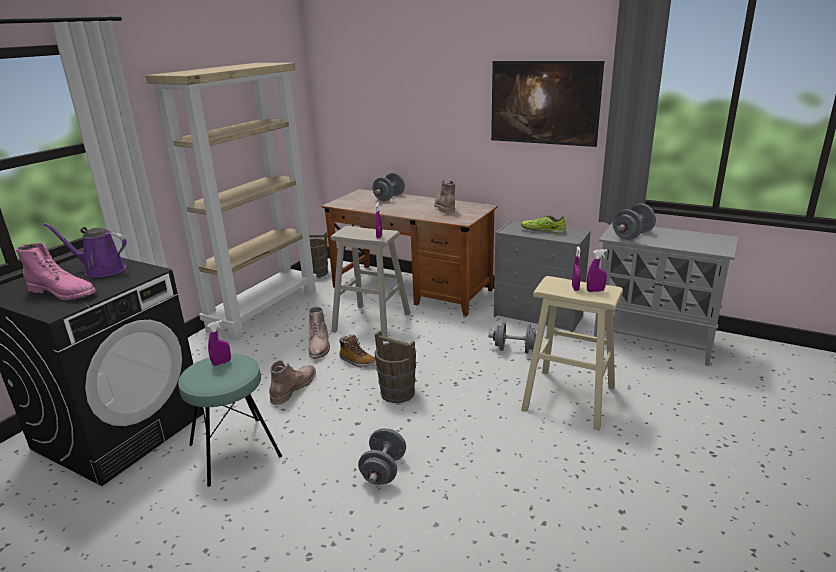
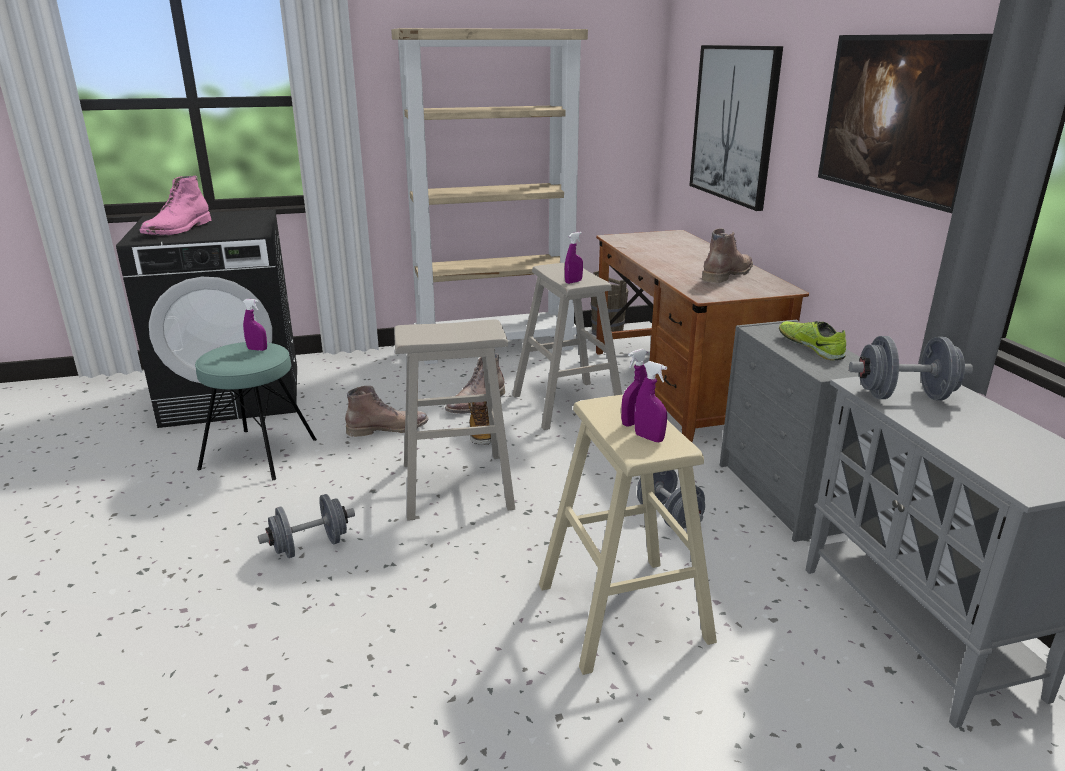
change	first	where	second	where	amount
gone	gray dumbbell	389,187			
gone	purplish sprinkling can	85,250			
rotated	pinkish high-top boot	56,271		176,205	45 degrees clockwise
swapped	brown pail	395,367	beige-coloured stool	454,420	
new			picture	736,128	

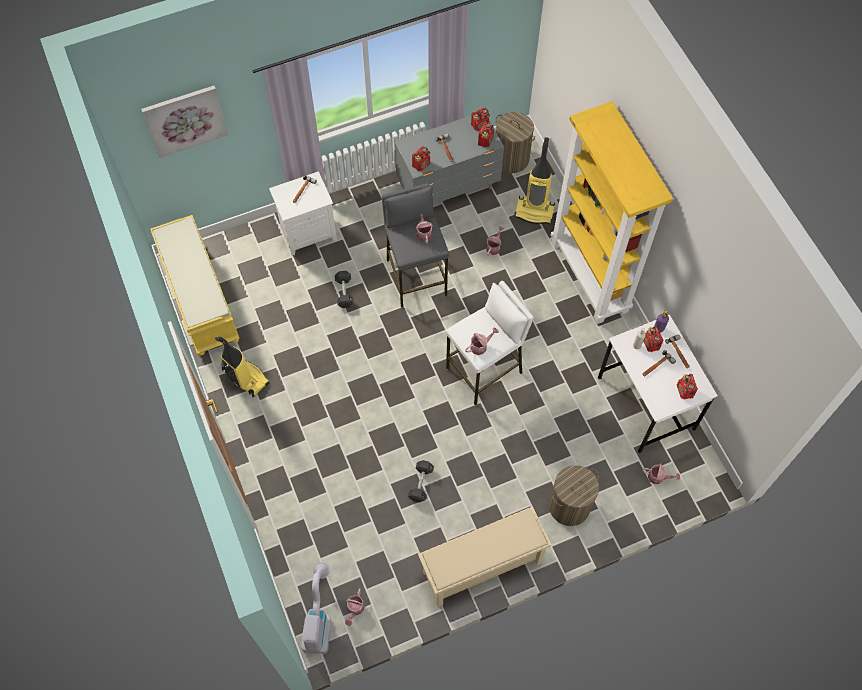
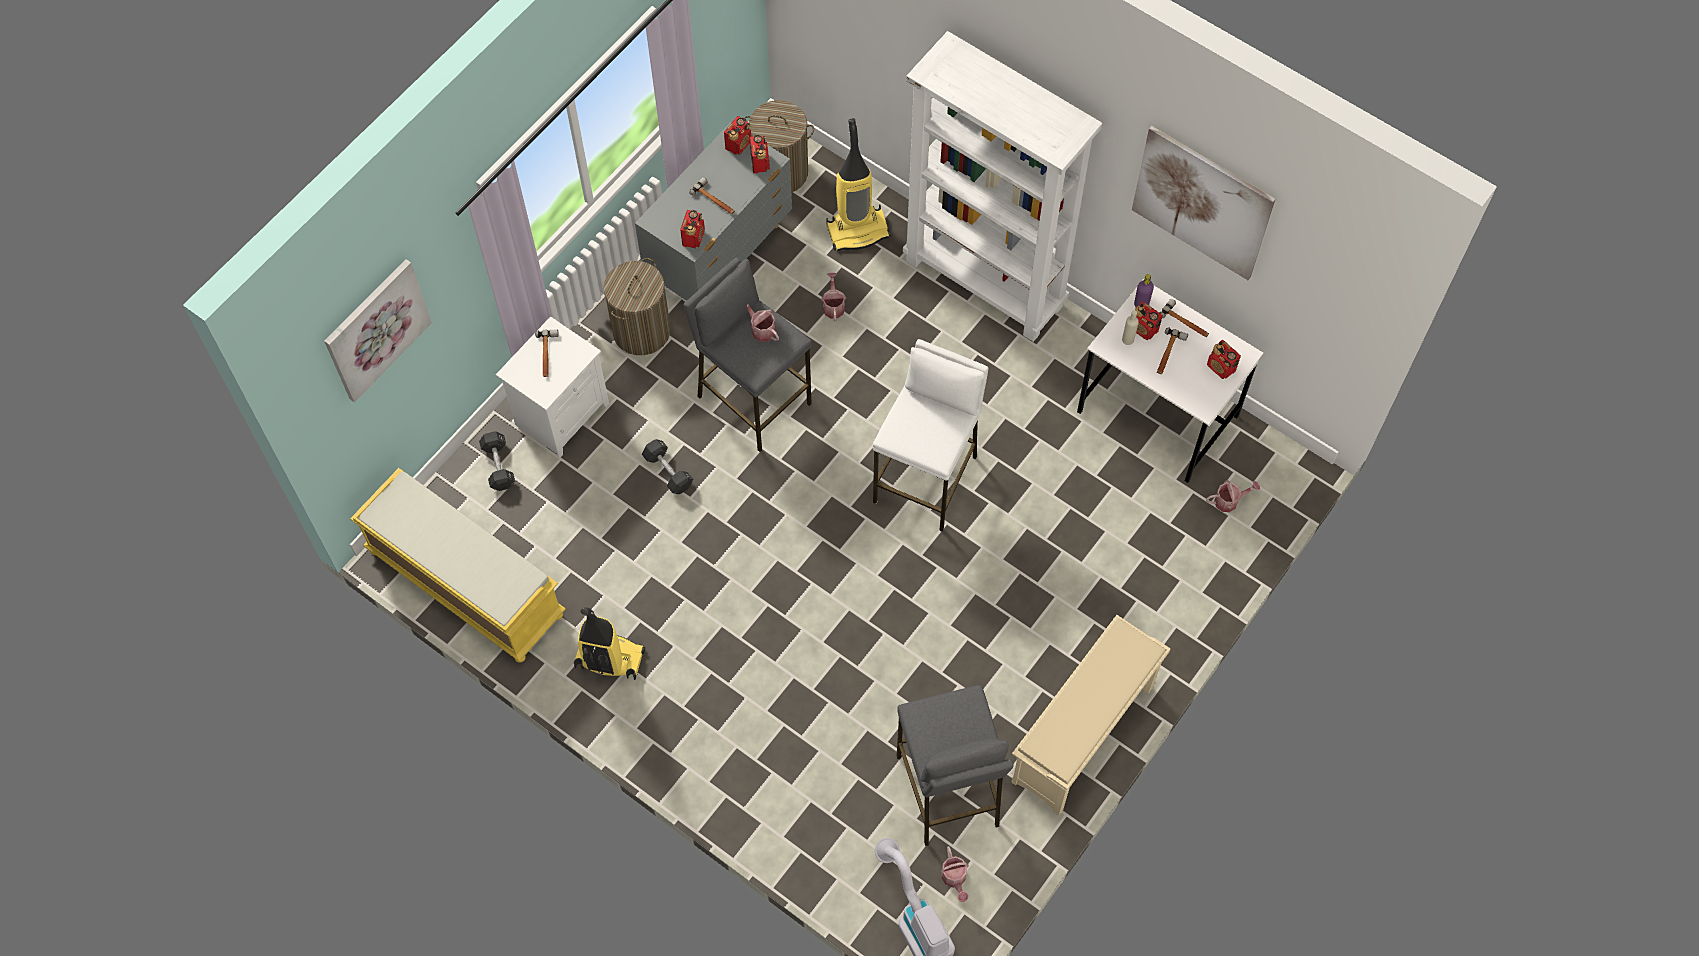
change	first	where	second	where	amount
repainted	yellowish bookshelf	612,212	whitish bookshelf	1003,186	
gone	sprinkling can	482,341			
shifted	black dumbbell	421,481		497,461	
shifted	washing basket	574,495		637,306	
new			picture	1204,203	
new			gray stool	955,765	

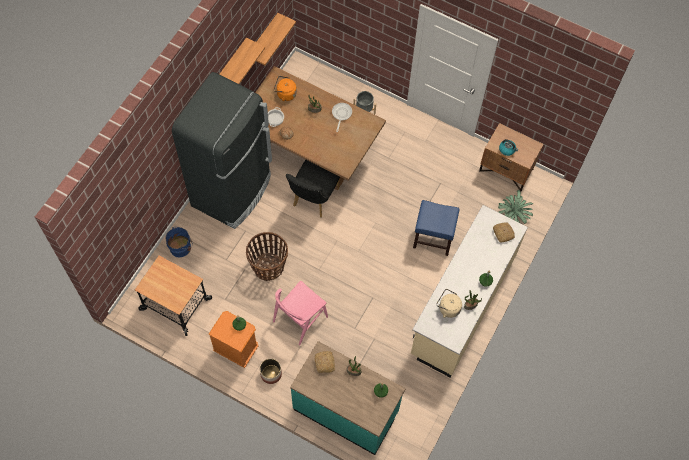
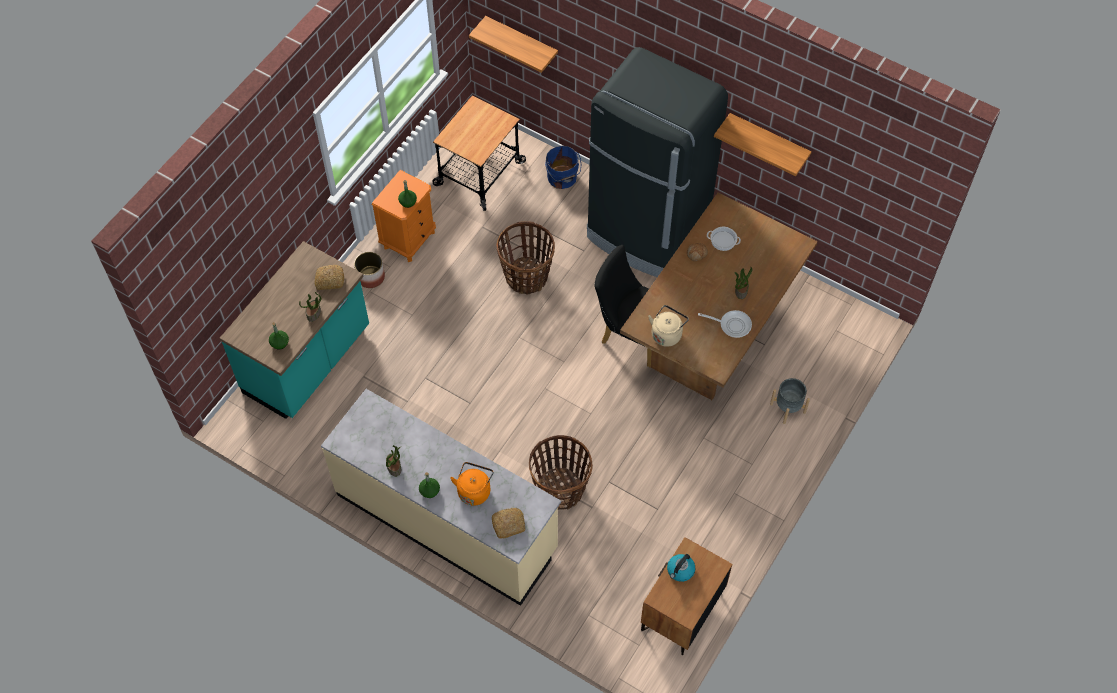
change	first	where	second	where	amount
shifted	wall shelf	276,39		513,44	
shifted	orange water kettle	285,88		472,484	
gone	houseplant	515,207			
swapped	blue stool	436,228	storage basket	561,472	
gone	pinkish upright chair	300,313			
shifted	beige-coloured water kettle	449,303		668,326	

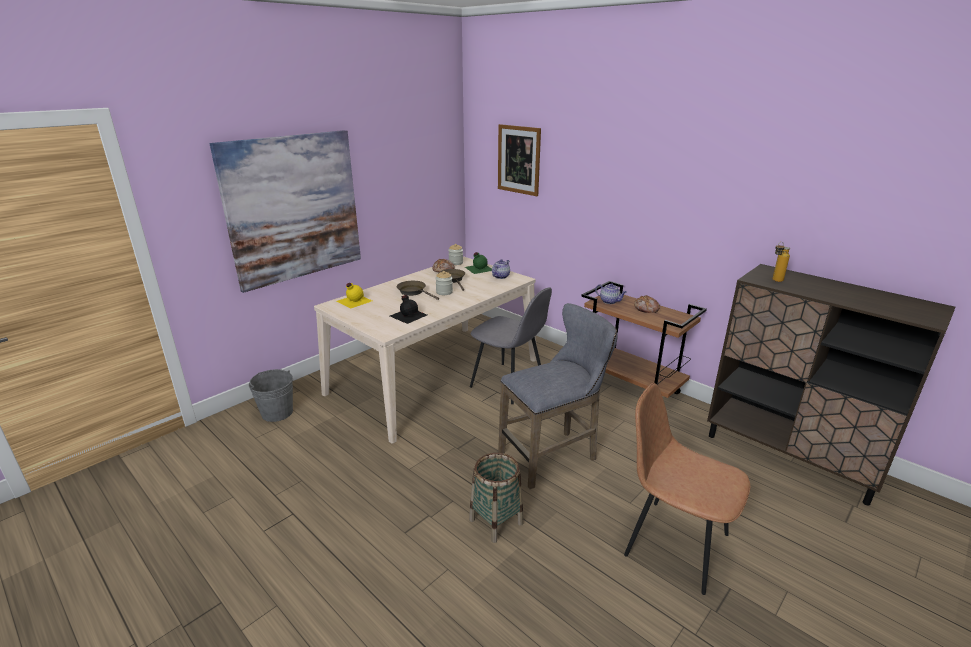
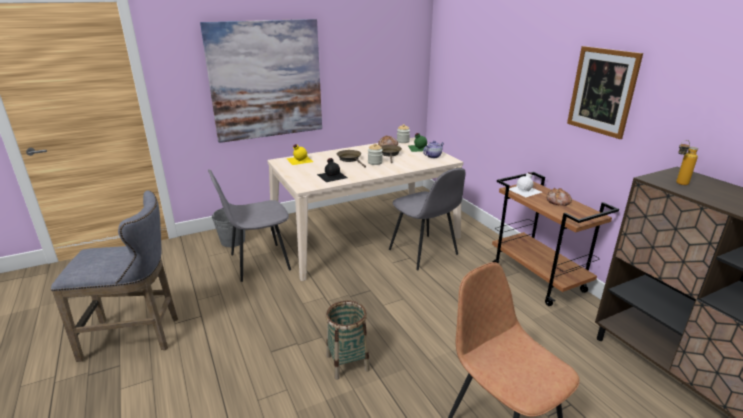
change	first	where	second	where	amount
shifted	picture	519,160		605,92	
swapped	teapot	611,294	whitish bottle	525,184	
shifted	gray stool	558,396		114,276	
new			gray upright chair	249,225	

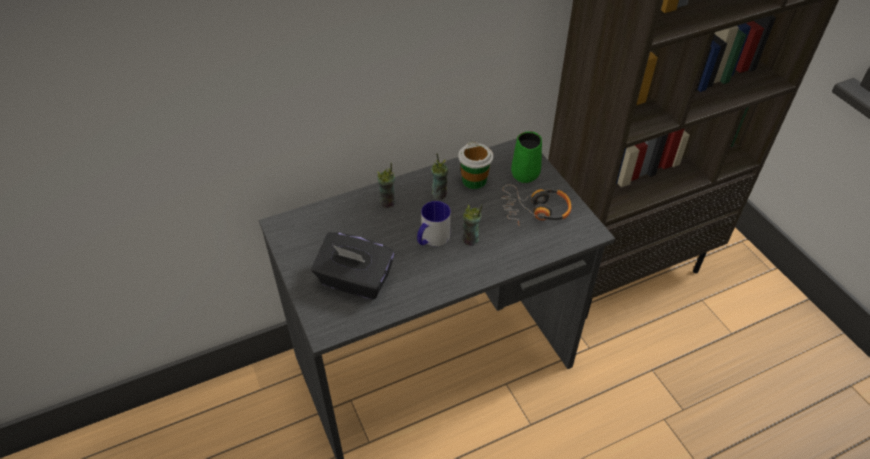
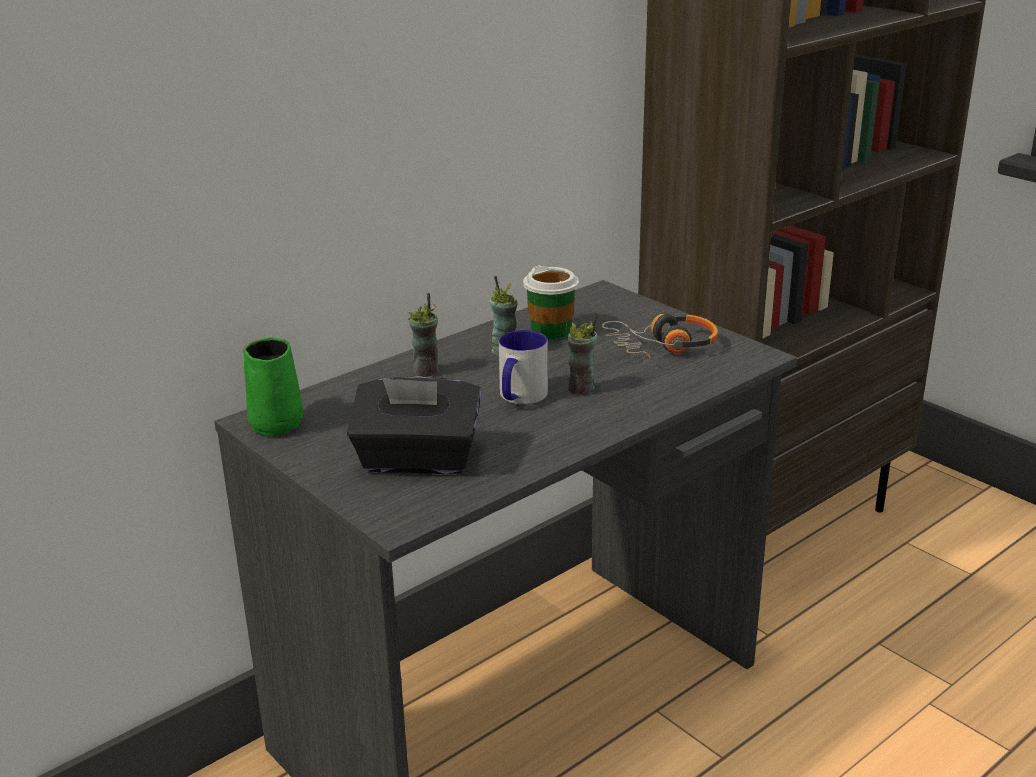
change	first	where	second	where	amount
shifted	greenish tea mug	526,157		273,387	

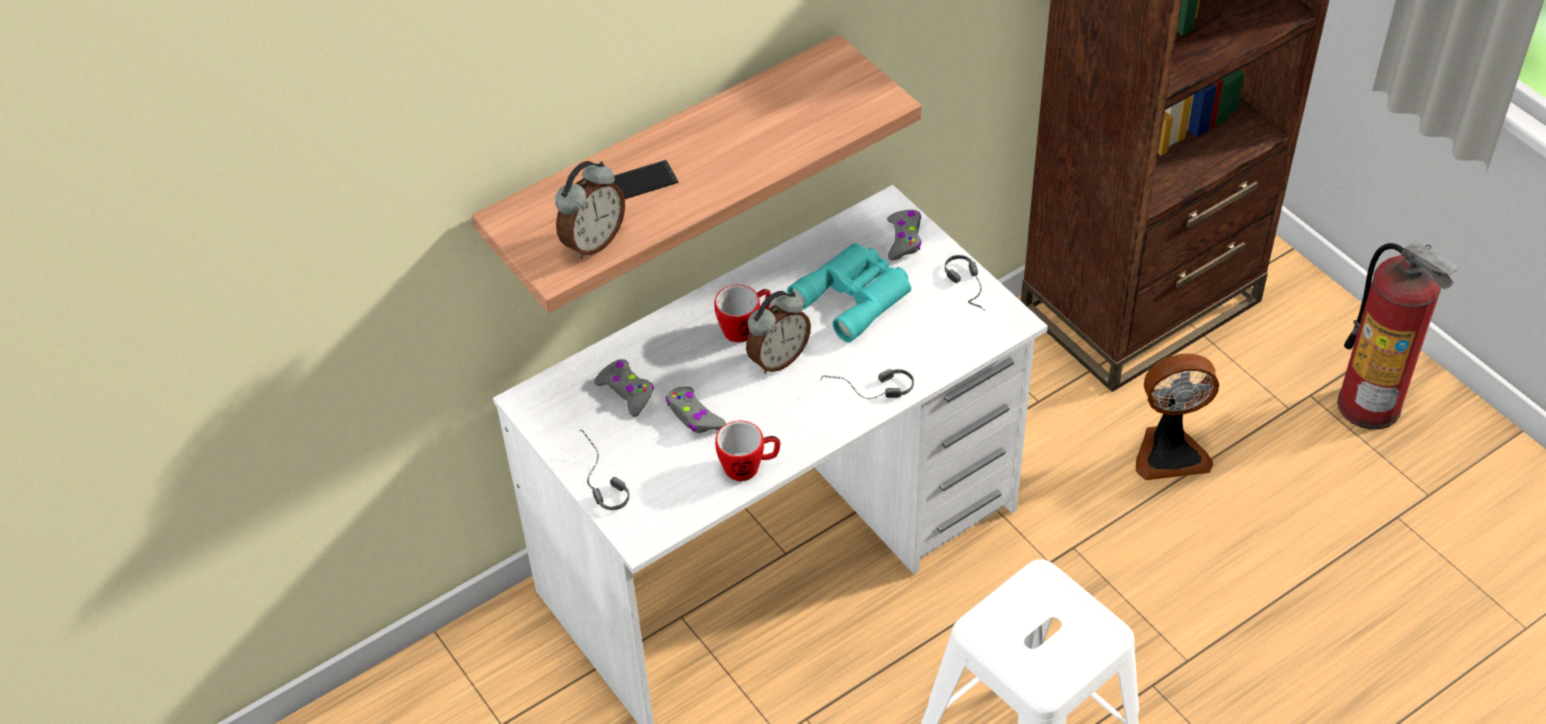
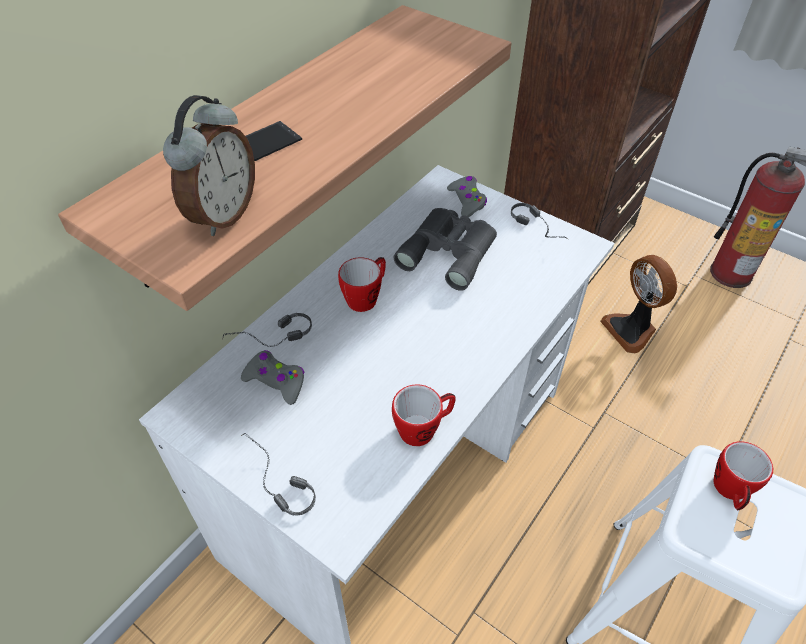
change	first	where	second	where	amount
repainted	blue-green binoculars	849,293	gray binoculars	445,249	
gone	table clock	778,332			
rotated	cooling fan	1177,417		638,304	90 degrees clockwise
shifted	headphones	867,384		267,330	
gone	gray joypad	696,409			
new			tea mug	743,475	

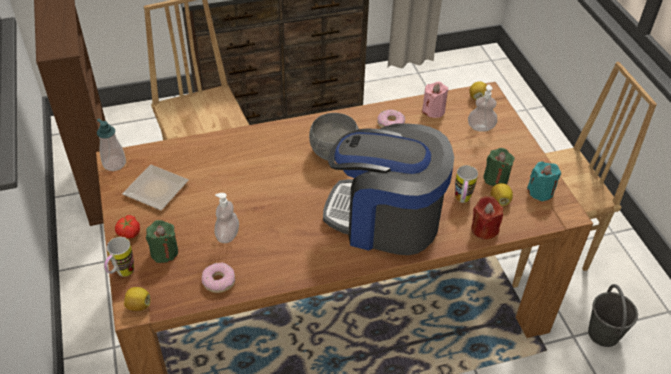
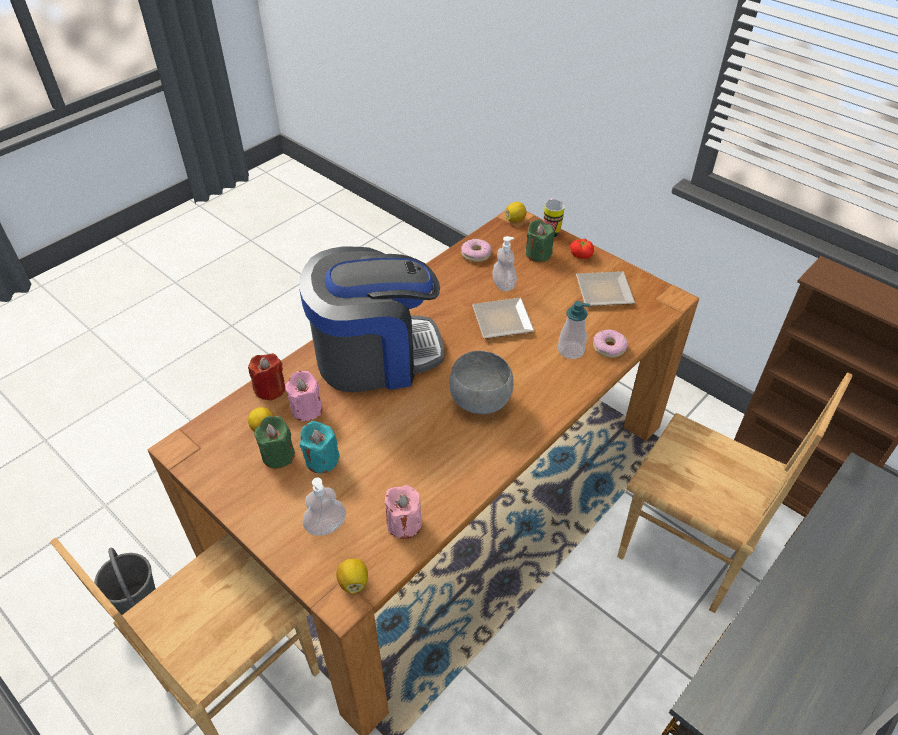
change	first	where	second	where	amount
shifted	doughnut	391,118		610,344	
shifted	liquid soap bottle	111,145		574,330	
shifted	blue-green wax light	544,181		320,447	
swapped	tea mug	466,184	pinkish wax light	303,396	
new			dinner plate	503,318	

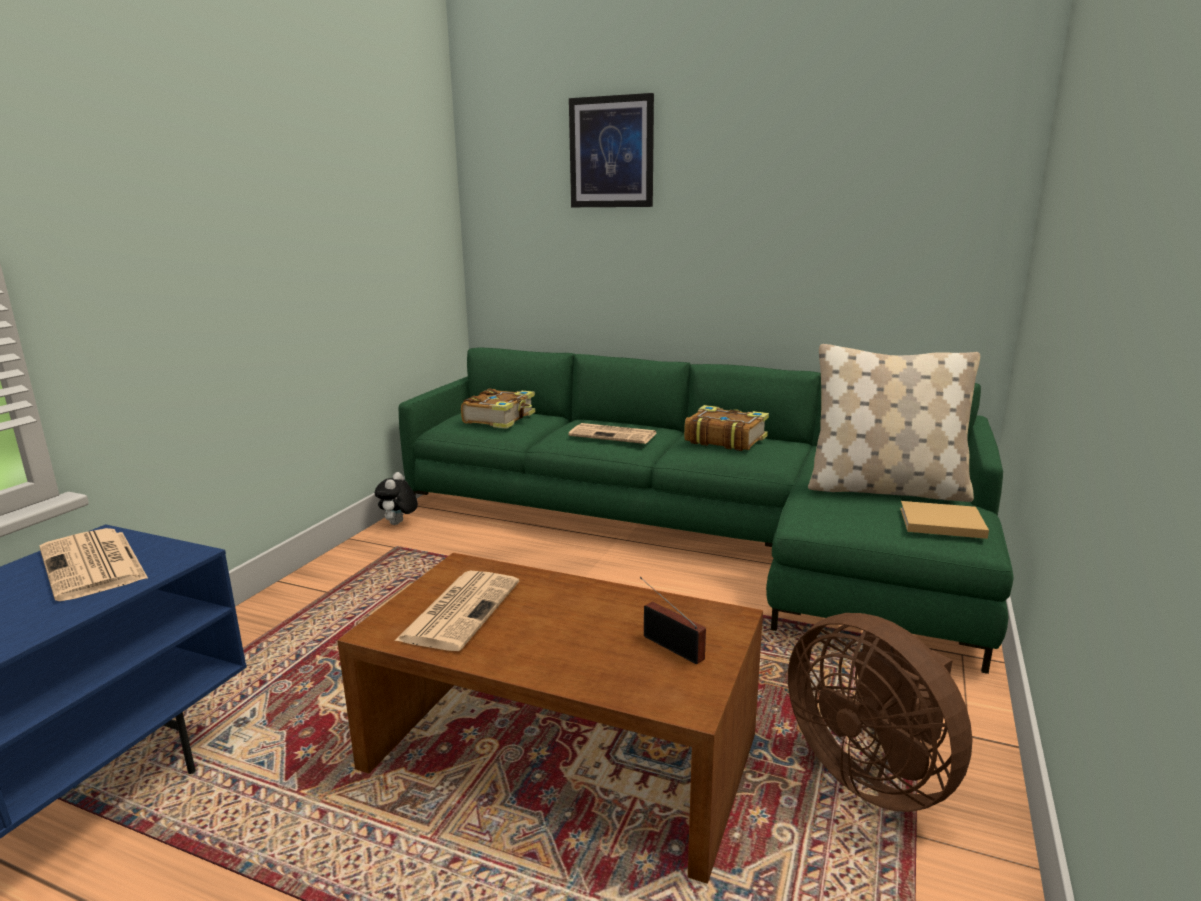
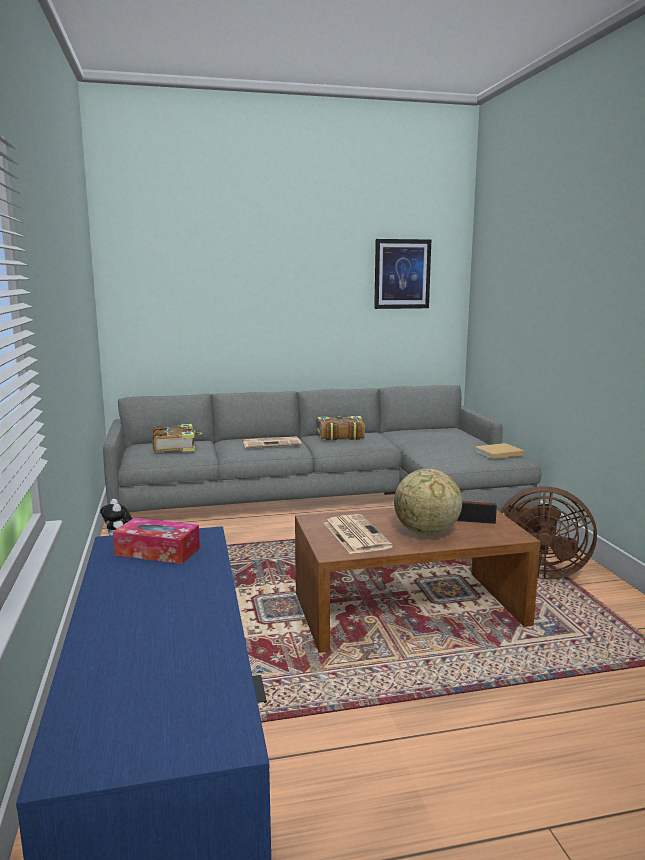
change	first	where	second	where	amount
shifted	picture	611,150		402,274	
gone	beige-coloured cushion	894,423			
repainted	greenish settee	706,511	gray settee	322,449	
swapped	newspaper	94,564	box of tissues	156,541	
new			desk globe	428,502	

